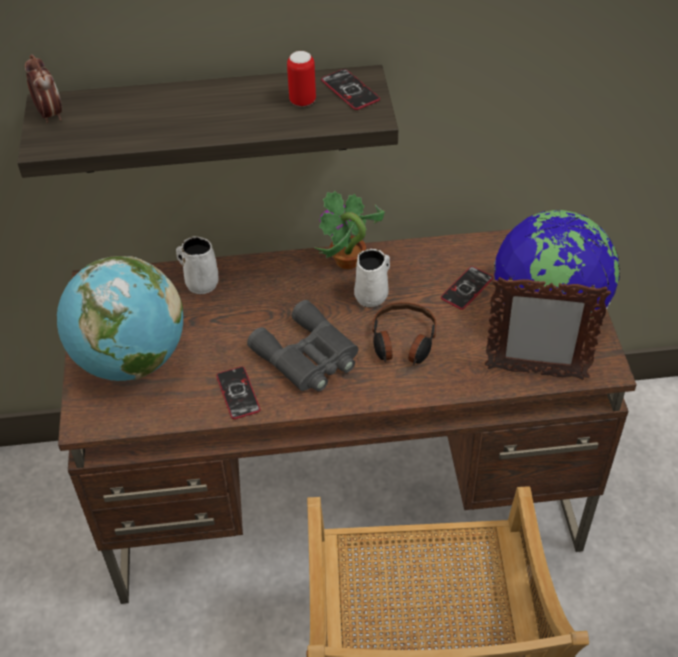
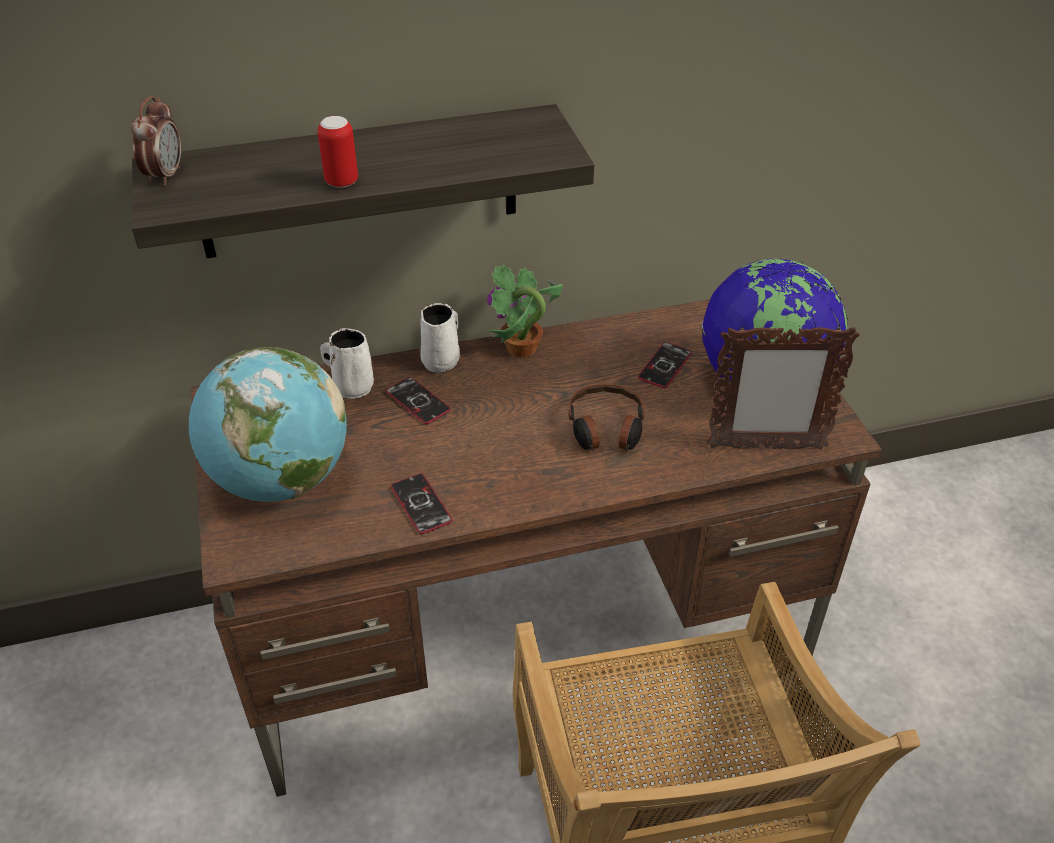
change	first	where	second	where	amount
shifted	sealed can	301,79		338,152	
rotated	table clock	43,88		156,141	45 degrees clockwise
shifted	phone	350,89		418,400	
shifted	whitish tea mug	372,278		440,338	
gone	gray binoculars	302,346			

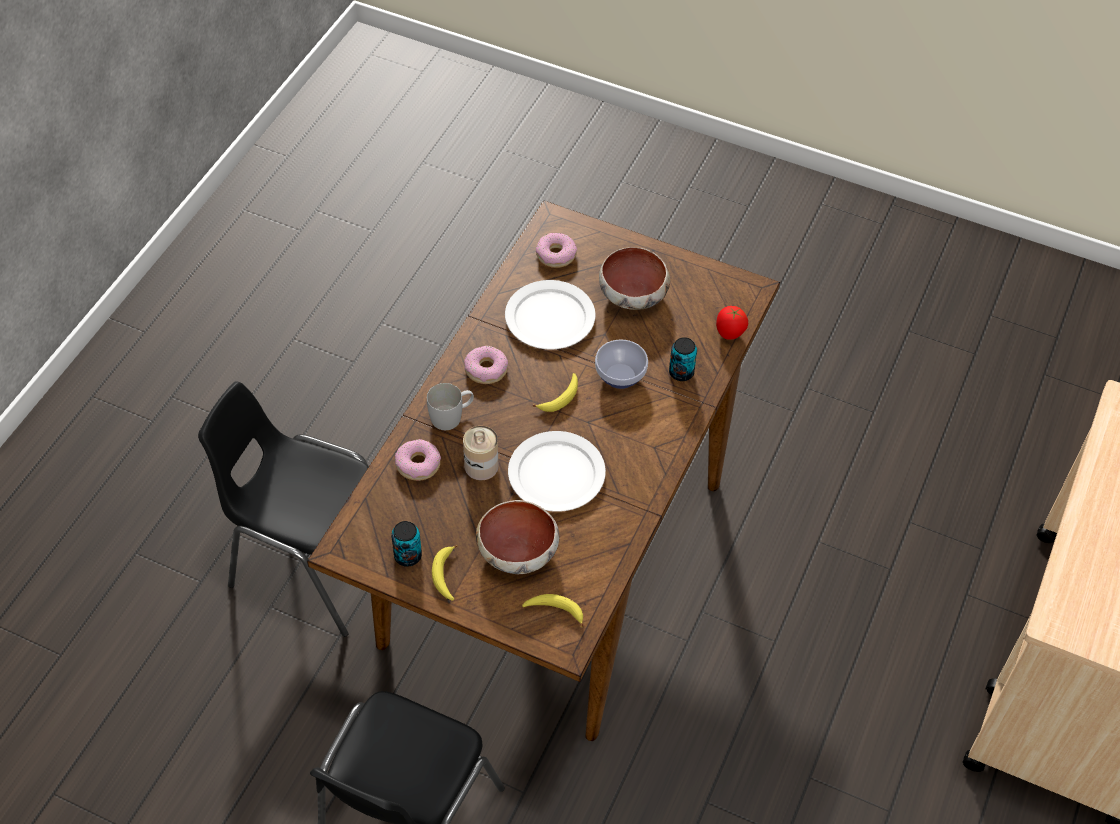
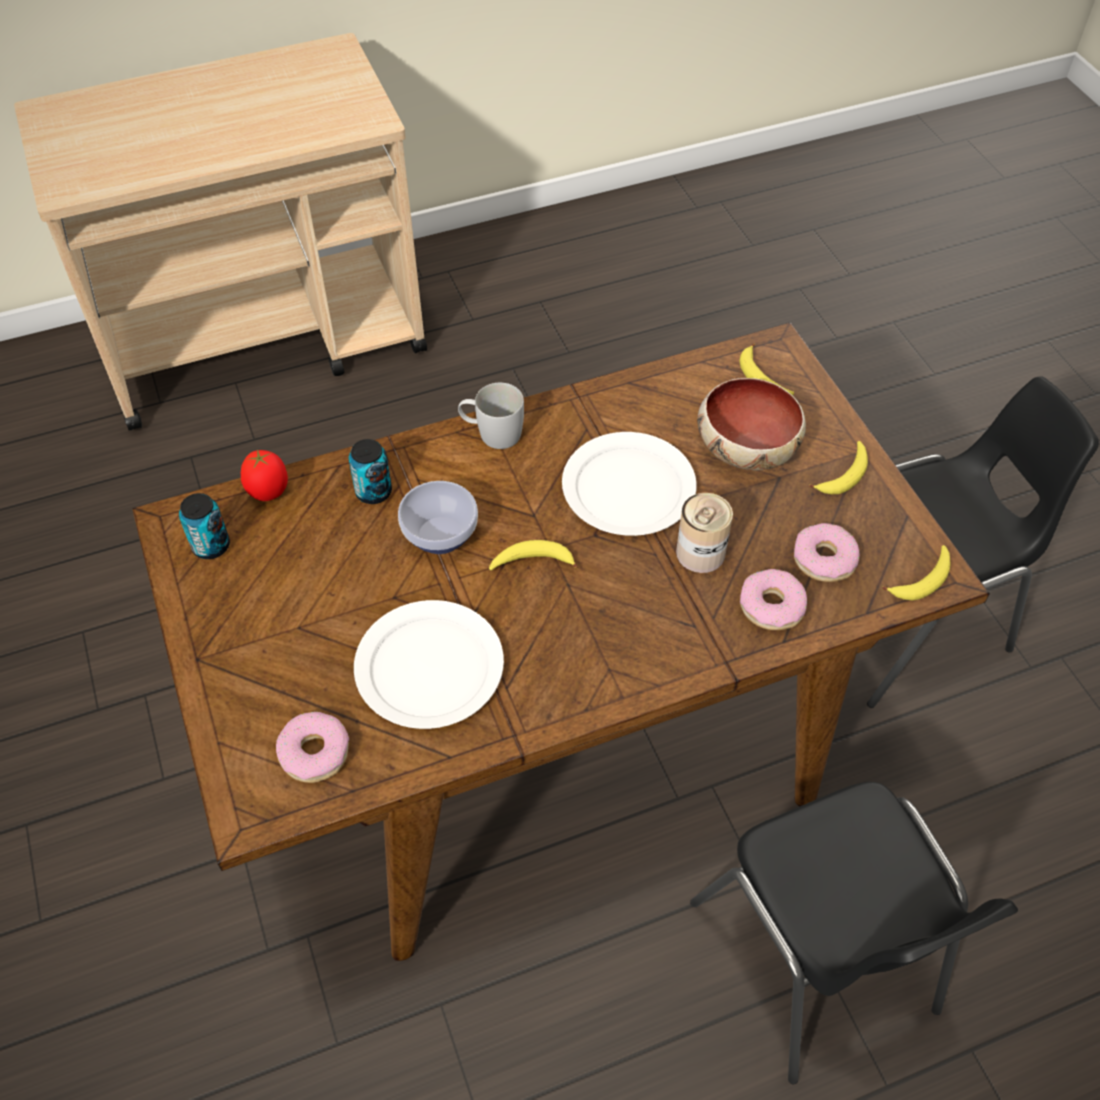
change	first	where	second	where	amount
gone	serving bowl	634,278			
shifted	doughnut	486,365		827,552	
shifted	whitish tea mug	450,406		491,416	
shifted	sealed can	406,544		204,526	
new			whole banana	916,572	

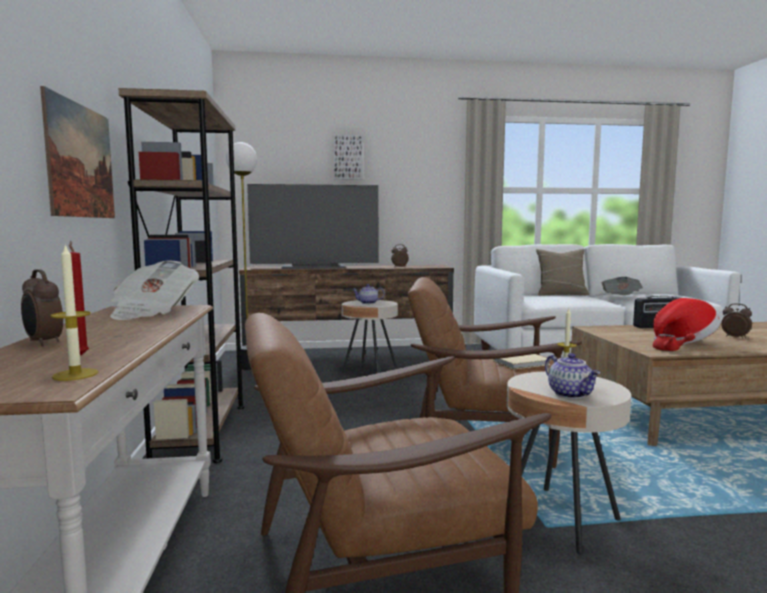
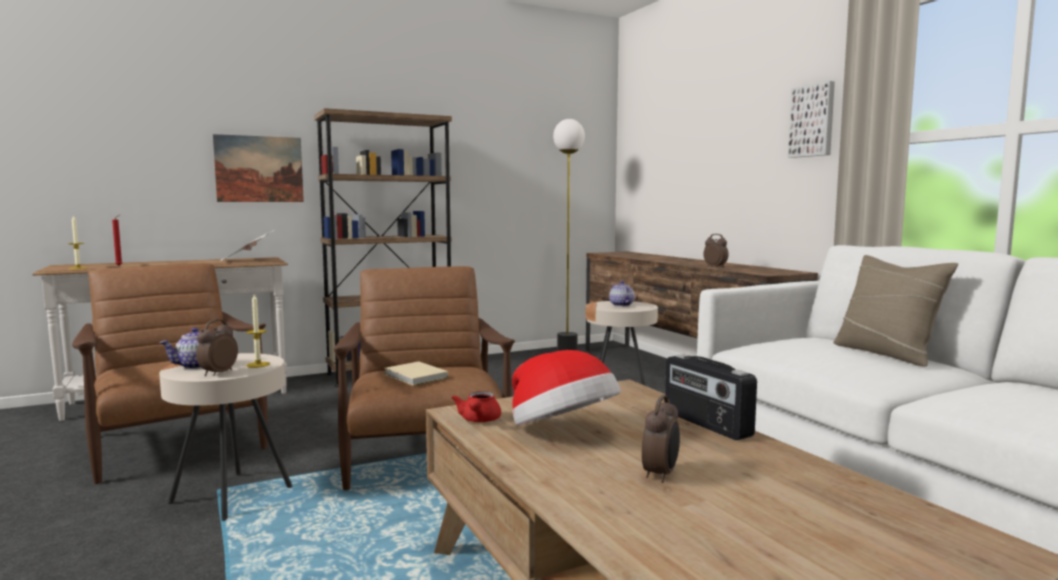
change	first	where	second	where	amount
shifted	picture	348,157		811,119	
gone	TV set	312,226			
shifted	table clock	42,307		217,347	
gone	newspaper	622,286			

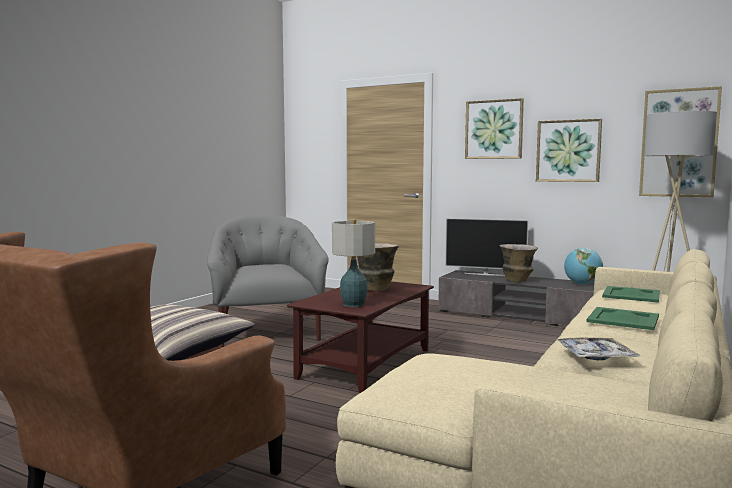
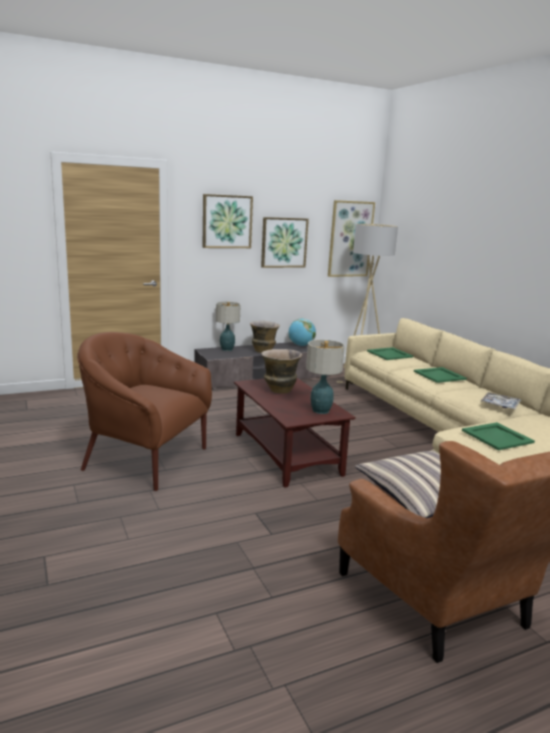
change	first	where	second	where	amount
repainted	gray easy chair	268,280	brown easy chair	144,411	
swapped	TV set	487,247	lamp for a table	228,326	
new			greenish serving tray	498,436	

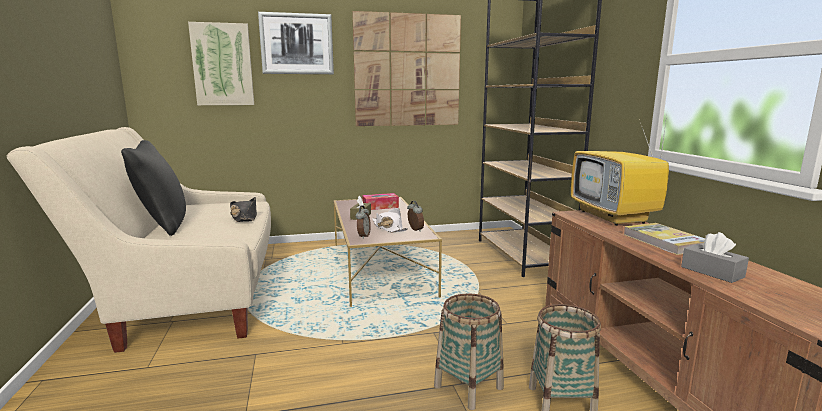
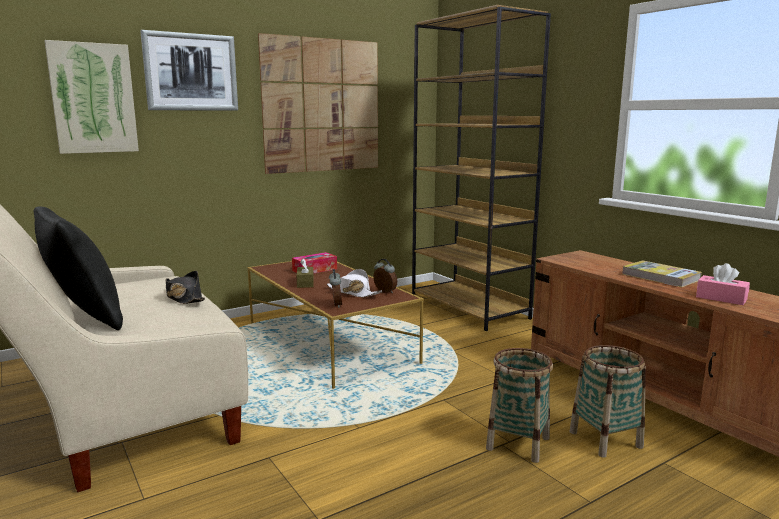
change	first	where	second	where	amount
gone	TV set	620,167			
repainted	gray box of tissues	715,257	pinkish box of tissues	723,284	

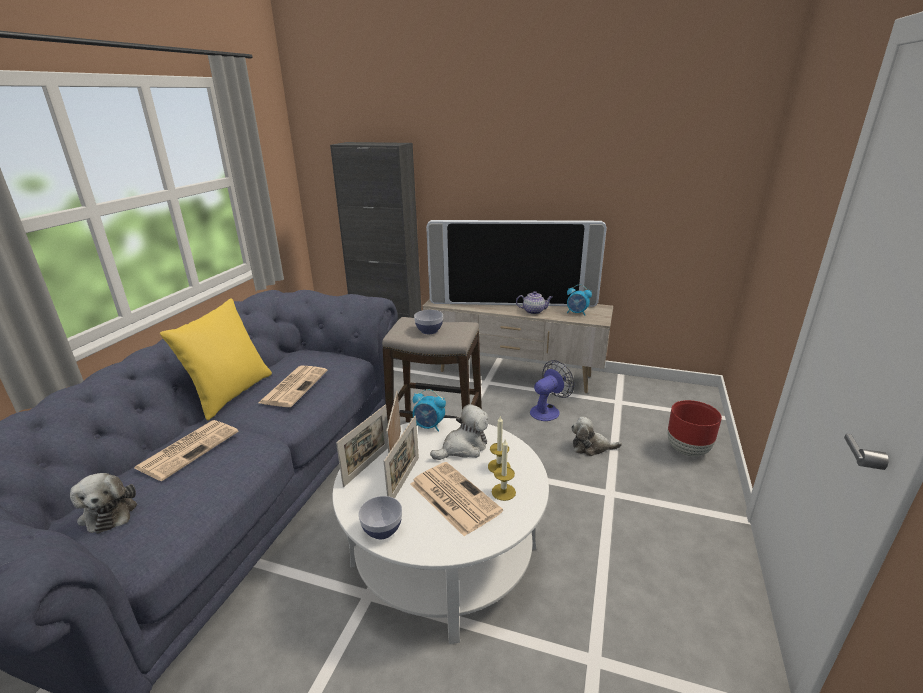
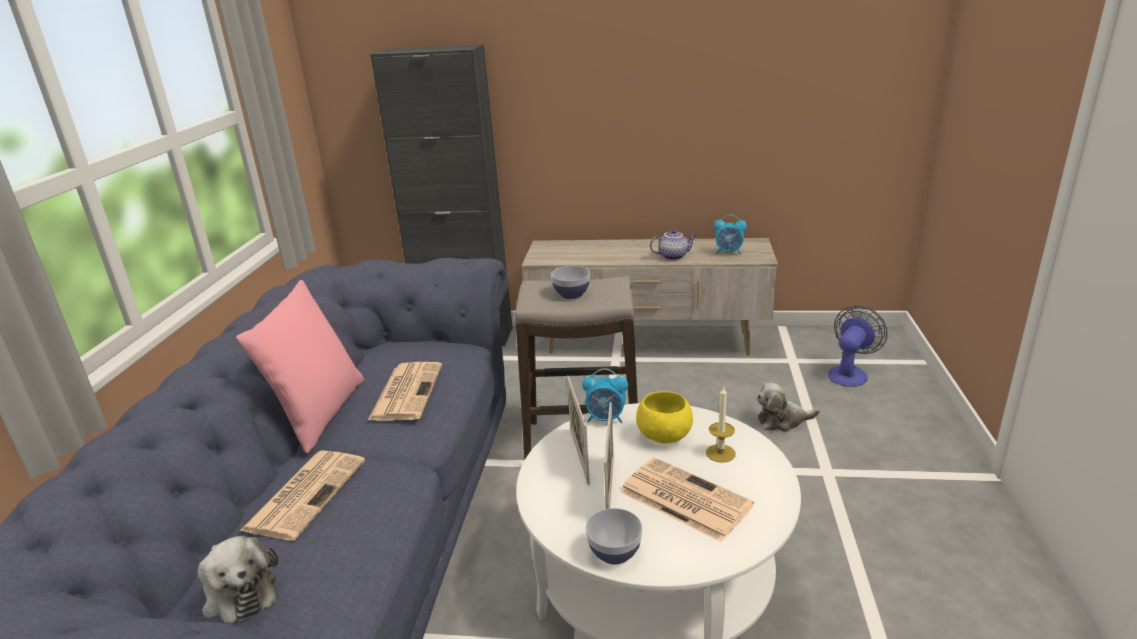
change	first	where	second	where	amount
gone	TV set	516,263			
repainted	yellowish cushion	216,359	pinkish cushion	300,367	
shifted	cooling fan	552,390		858,346	
gone	reddish planter	694,428			
swapped	plush toy	459,432	yellowish serving bowl	664,417	
gone	photo frame	362,446			
gone	wax light	504,470			

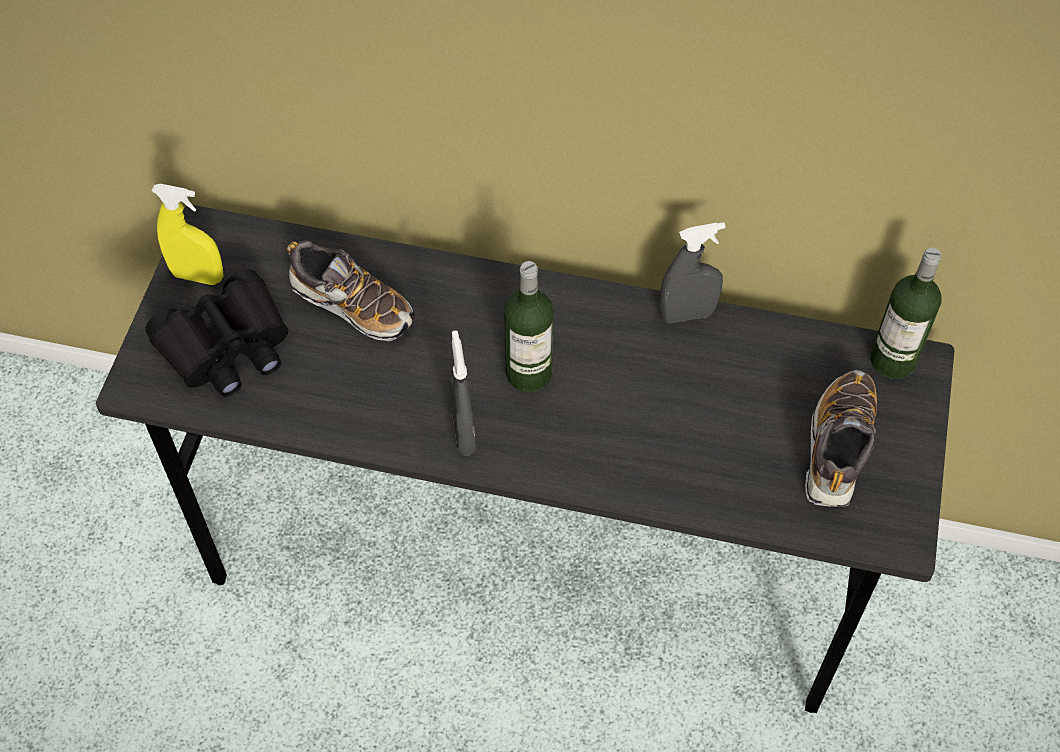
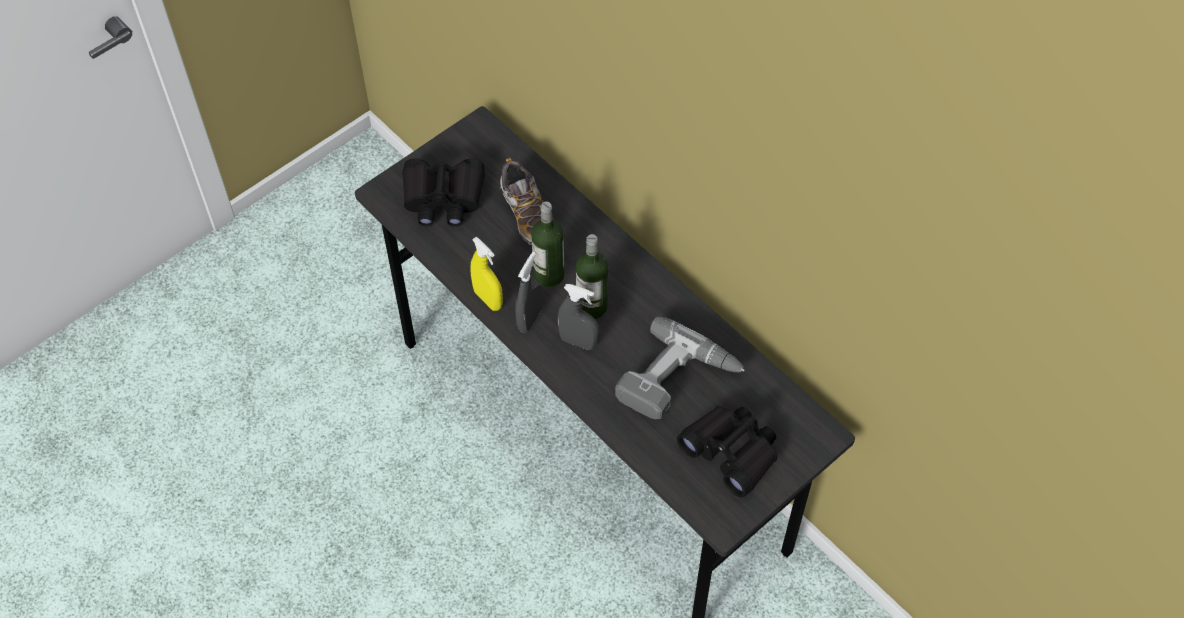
change	first	where	second	where	amount
shifted	yellowish spray bottle	187,234		486,274	
shifted	gray spray bottle	692,273		578,317	
shifted	bottle	906,313		547,245	
swapped	low shoe	841,438	black binoculars	727,452	
new			power drill	680,367	

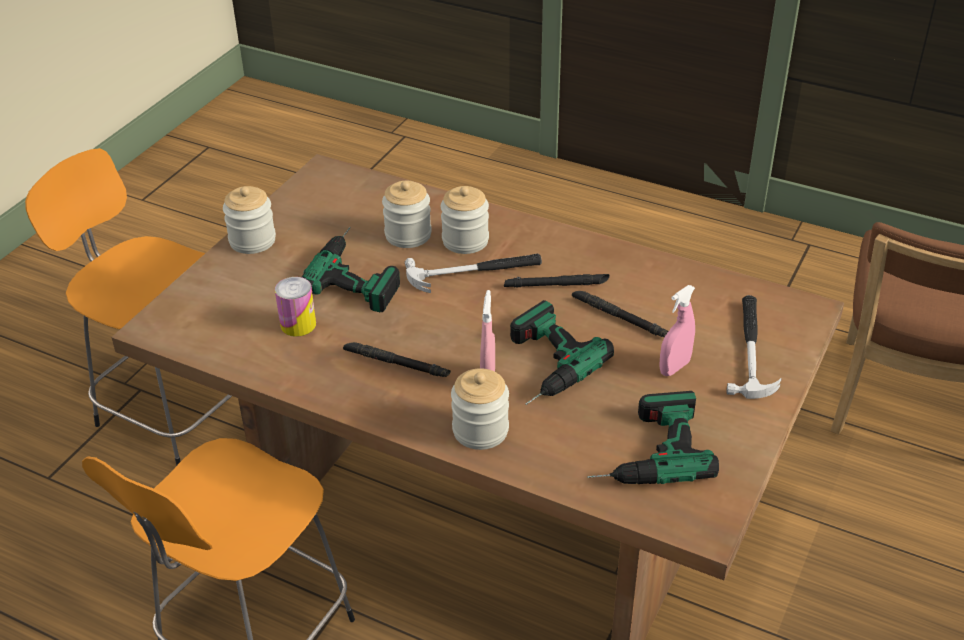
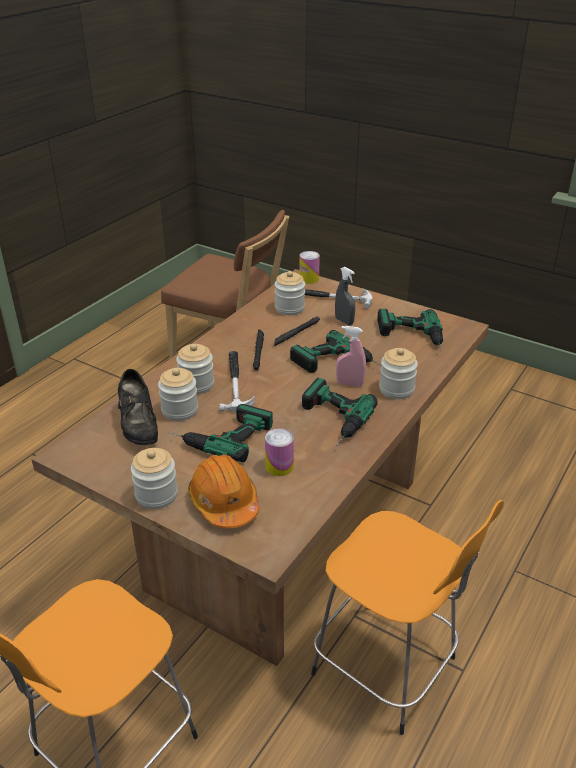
change	first	where	second	where	amount
repainted	pinkish spray bottle	677,330	gray spray bottle	345,296	
swapped	black torch	397,359	power drill	340,412	
new			sealed can	309,267	
new			preserve jar	289,293	
new			black low shoe	138,407	
new			orange hard hat	223,491	

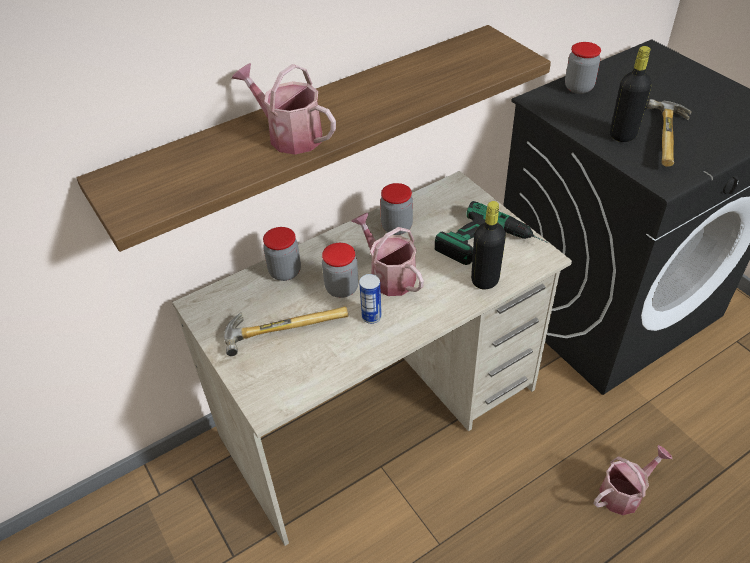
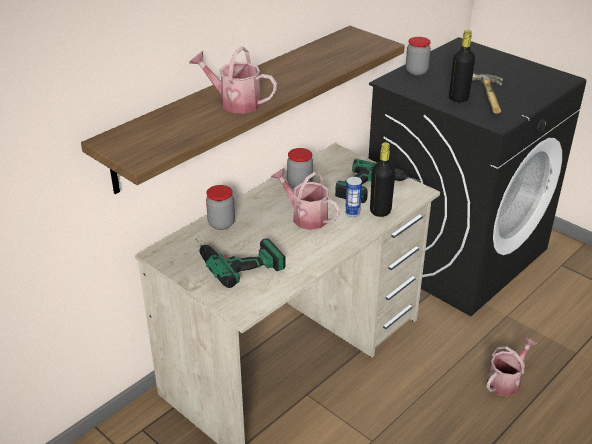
change	first	where	second	where	amount
gone	preserve jar	340,270			
shifted	sealed can	370,299		353,197	
swapped	tool hammer	286,331	power drill	241,263	

